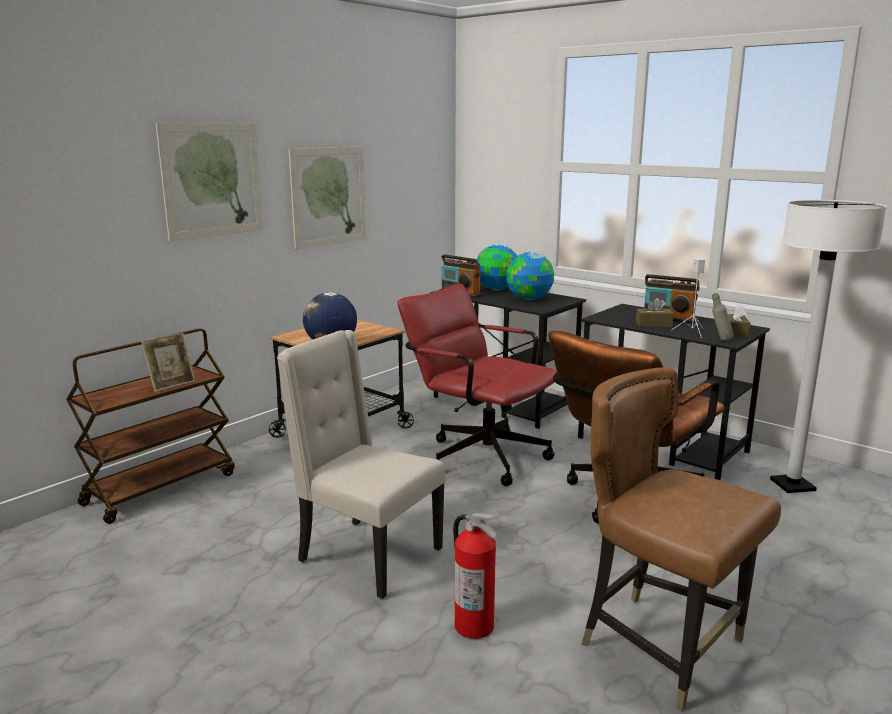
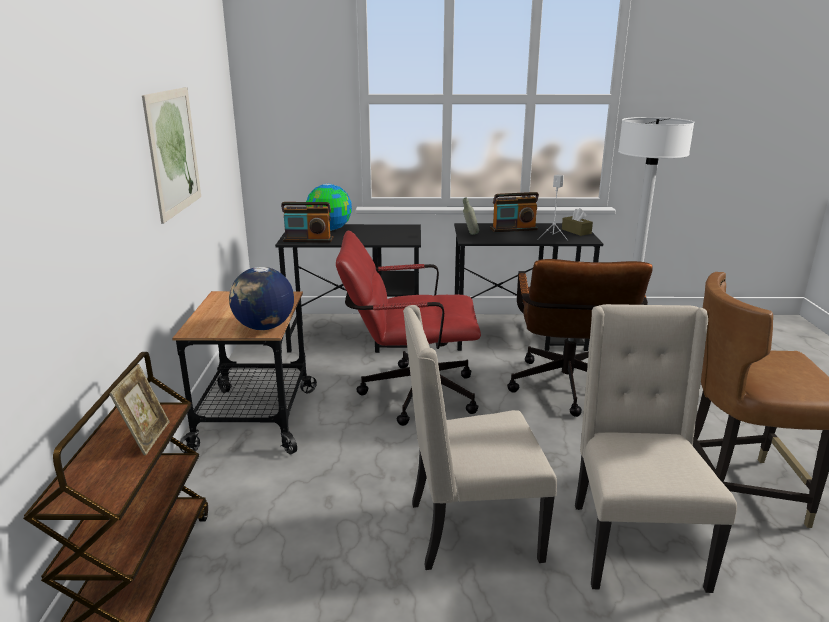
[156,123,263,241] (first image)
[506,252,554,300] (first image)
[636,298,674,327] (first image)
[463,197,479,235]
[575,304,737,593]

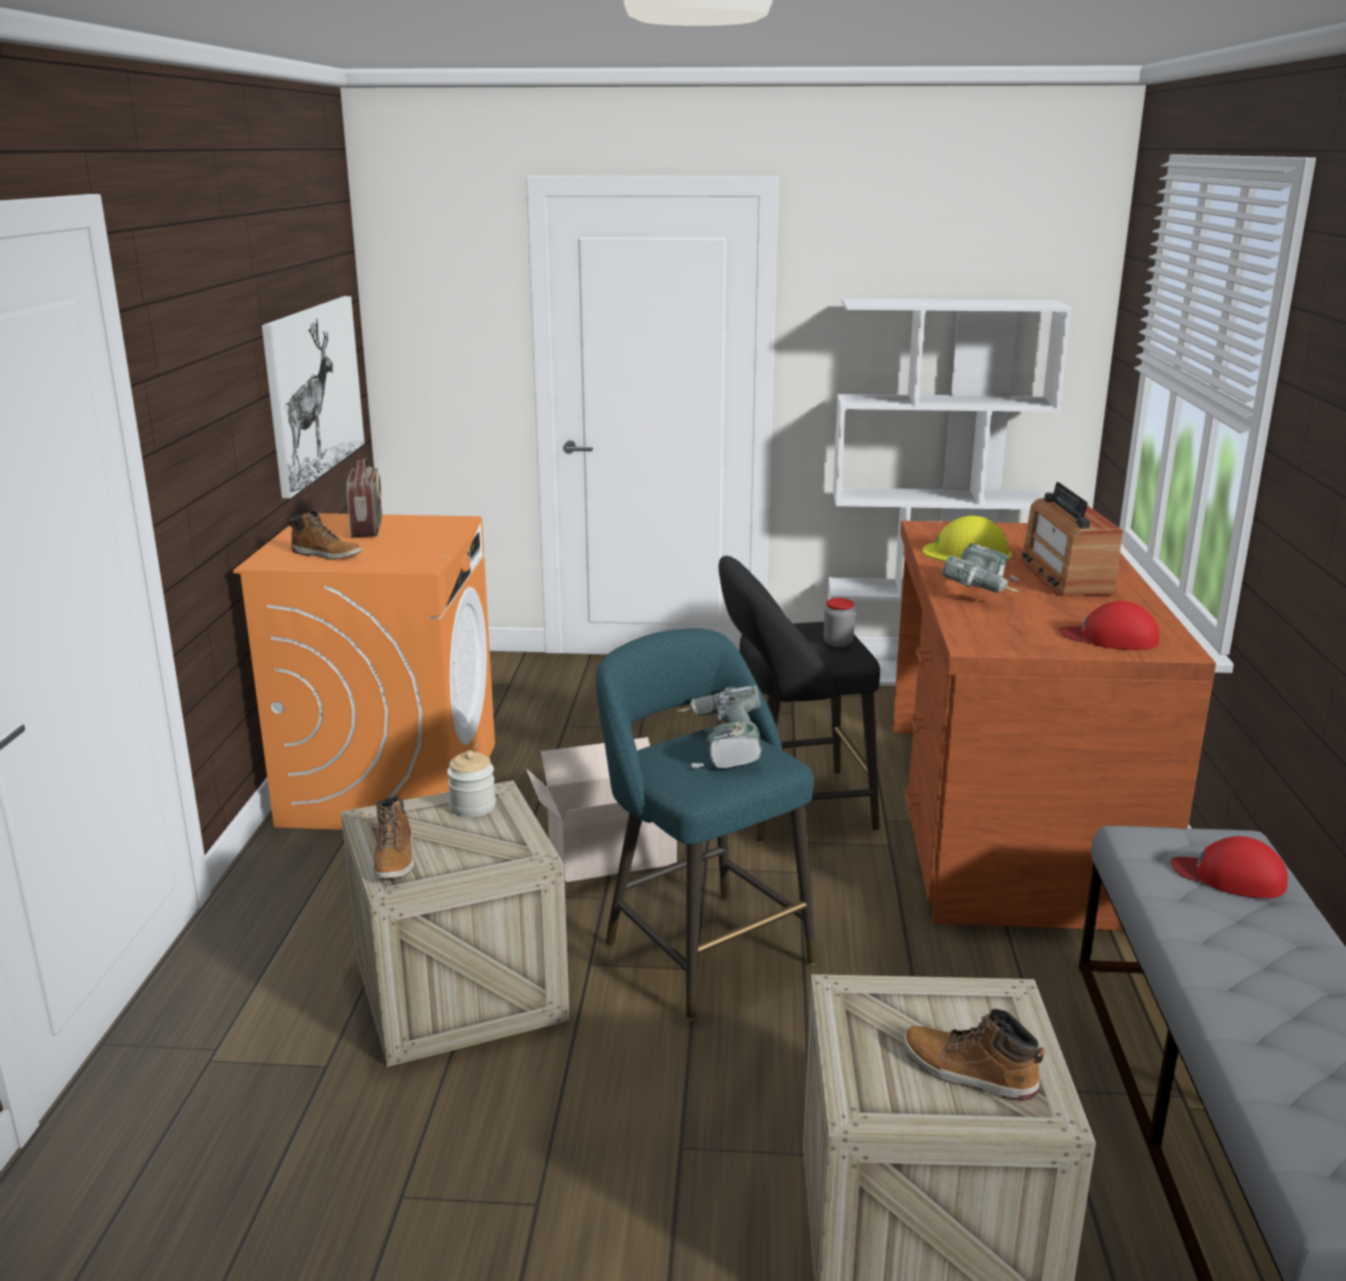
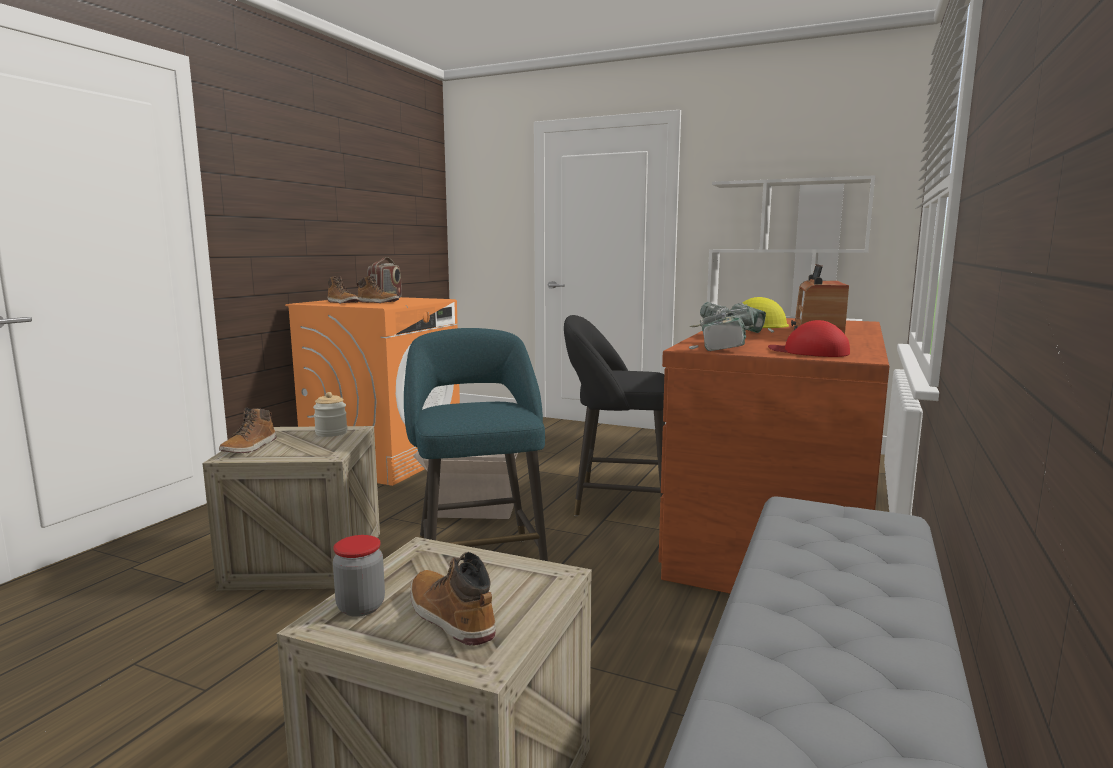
[262,296,365,498] (first image)
[1170,836,1288,898] (first image)
[357,276,399,303]
[689,307,754,351]
[333,535,385,617]

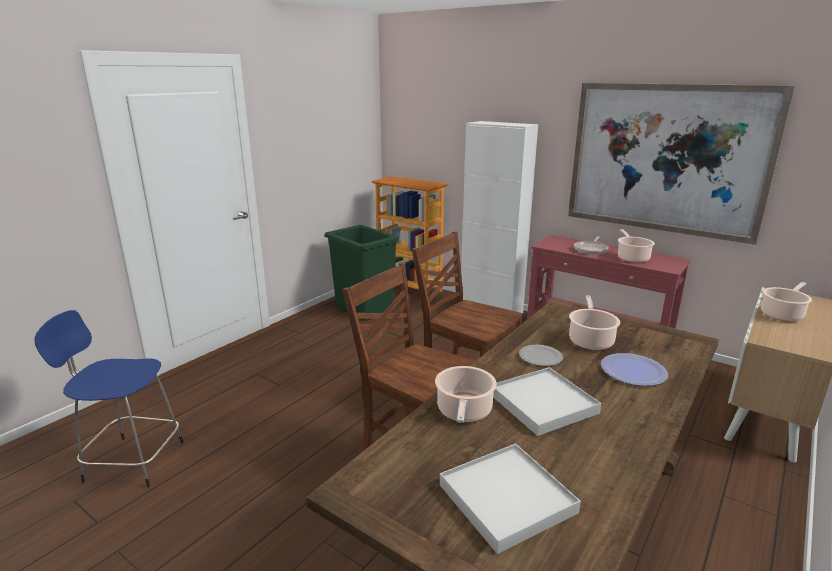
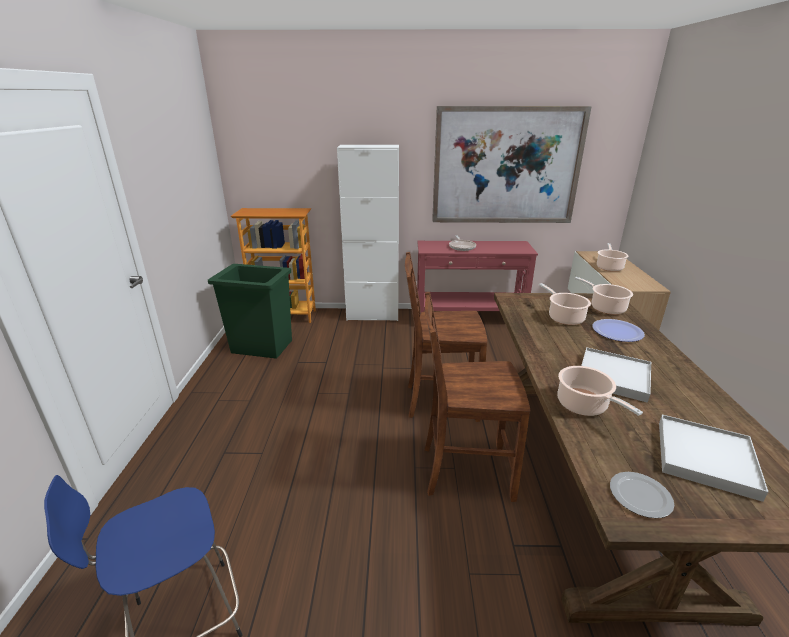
[610,472,674,518]
[575,277,633,315]

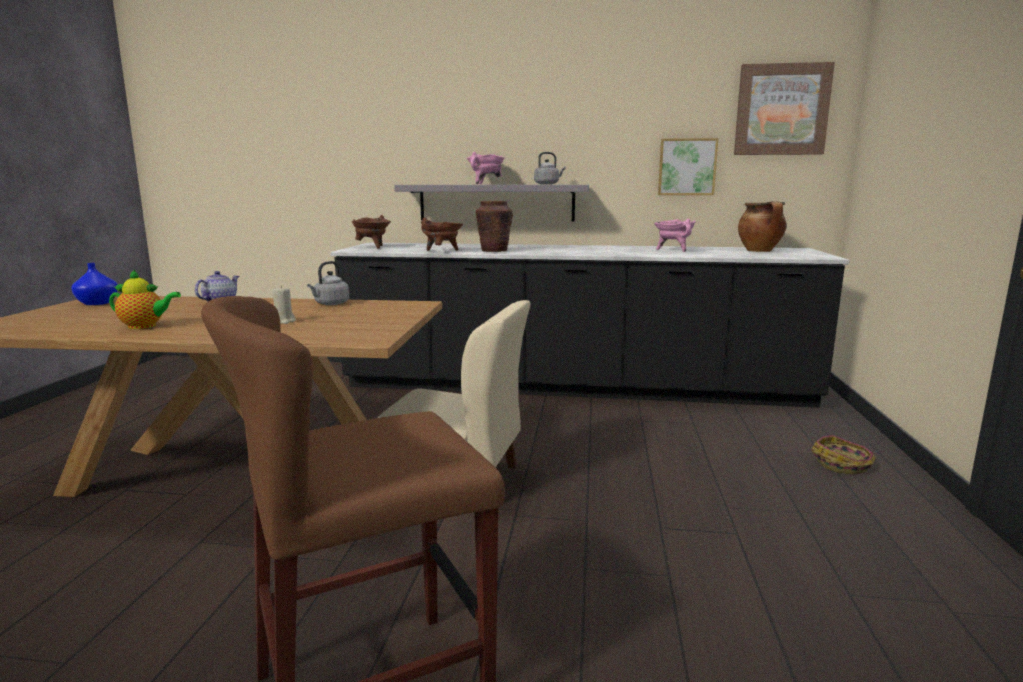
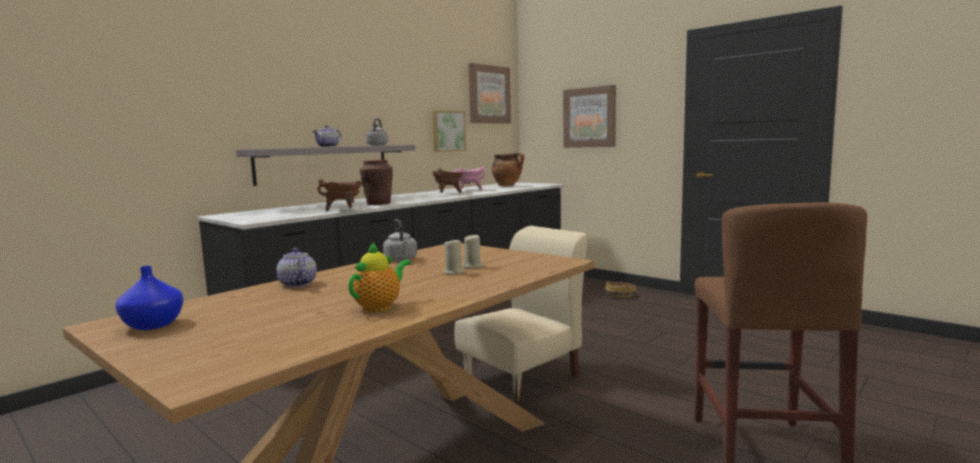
[463,235,484,268]
[563,85,616,148]
[432,168,463,193]
[313,125,342,147]

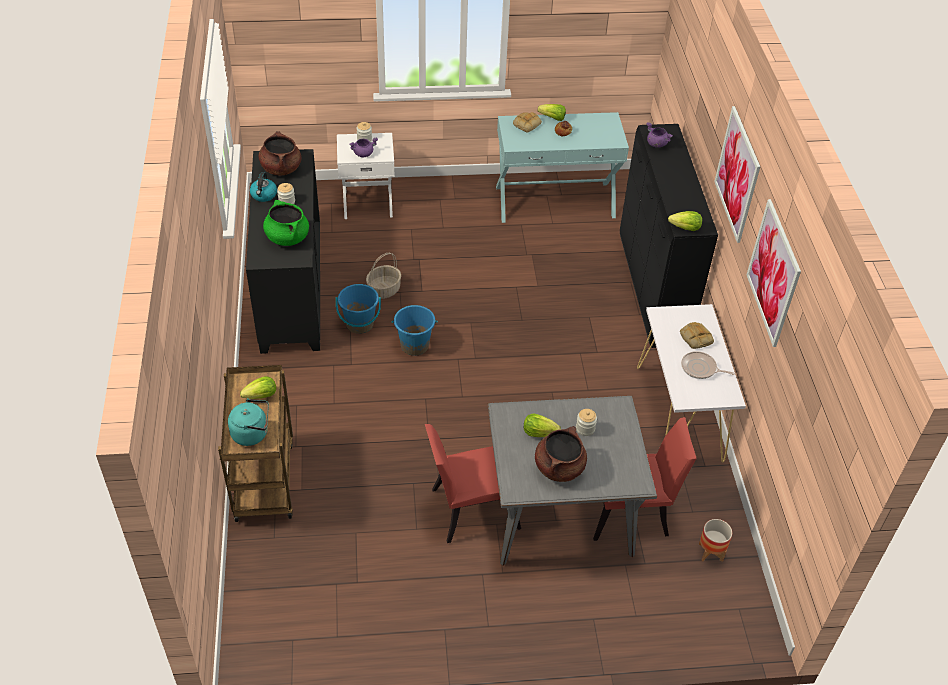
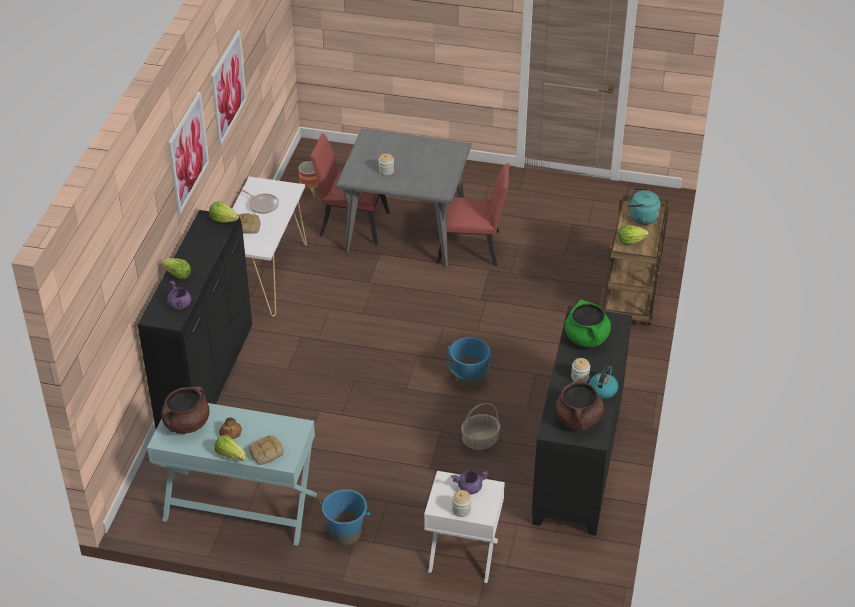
[320,489,370,545]
[161,258,191,279]
[161,387,209,434]

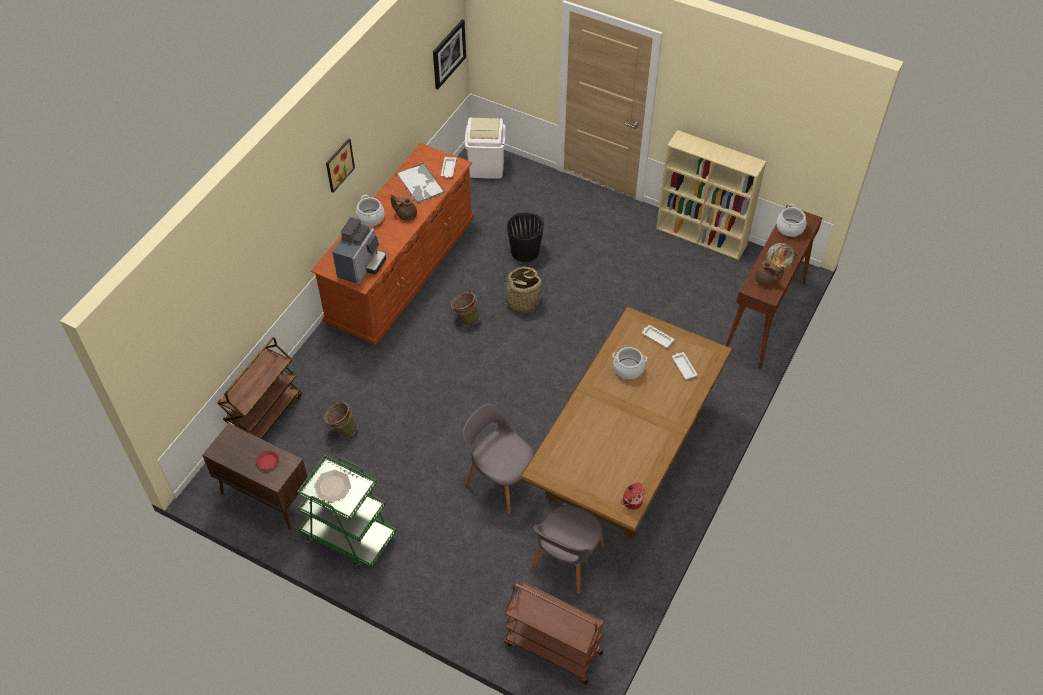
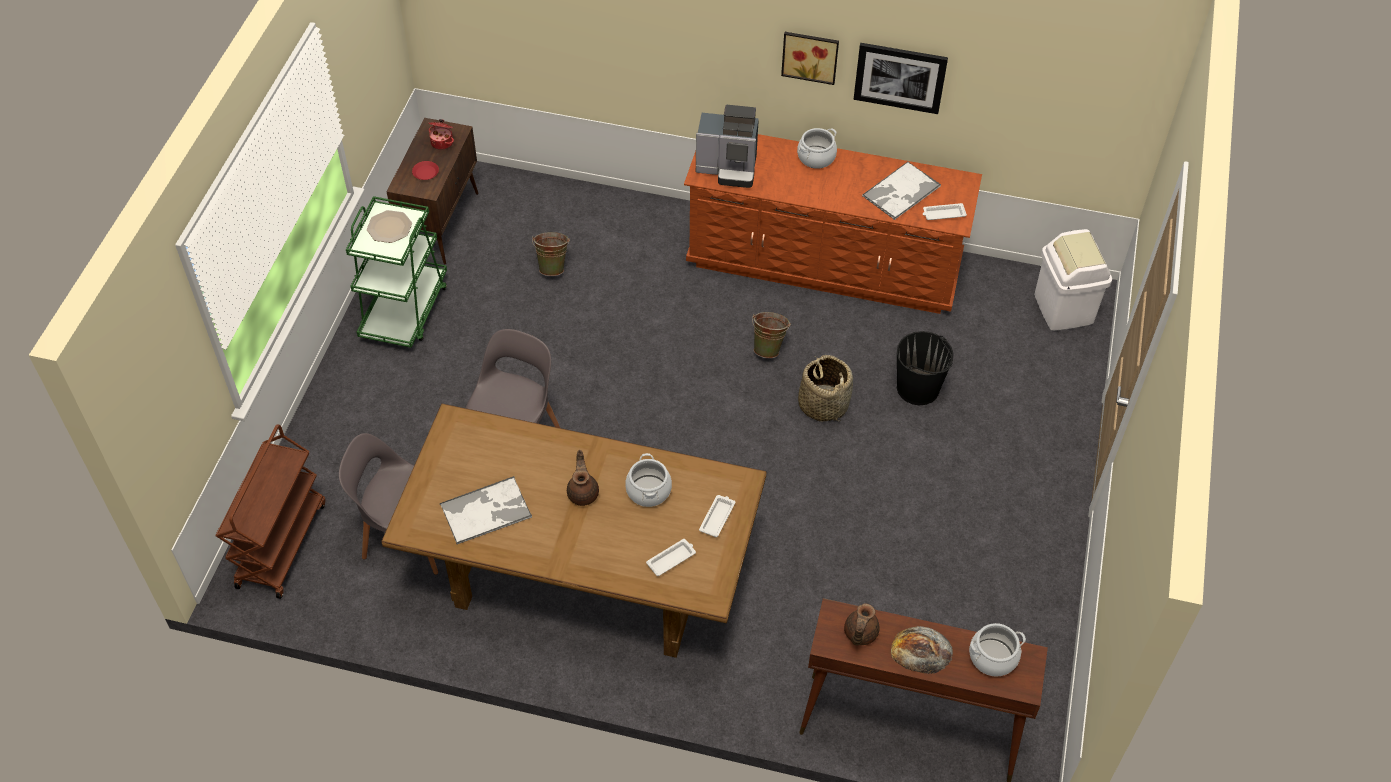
[217,337,302,439] (first image)
[656,130,766,260] (first image)
[440,476,532,544]
[567,450,599,506]
[854,43,948,114]
[428,119,454,150]

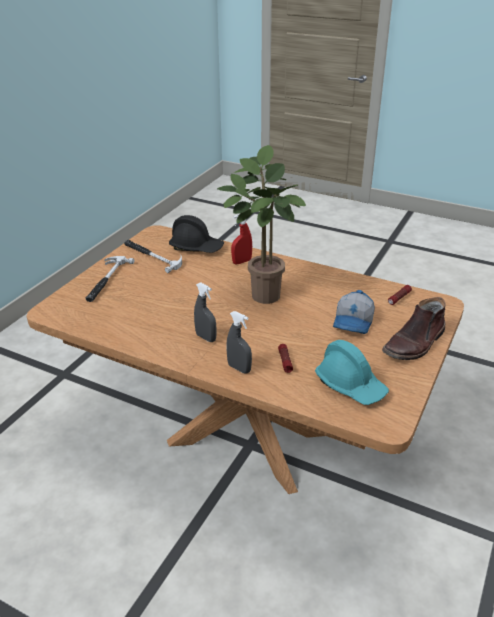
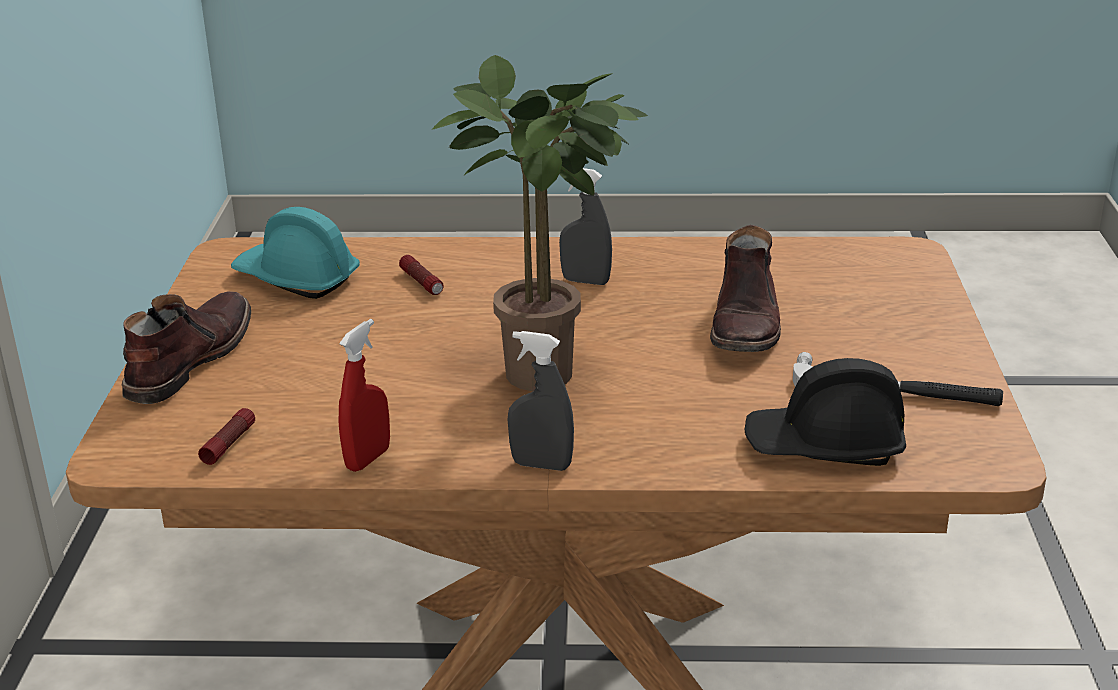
[86,256,134,302] (first image)
[333,290,375,334] (first image)
[710,225,781,352]
[508,331,574,471]
[339,319,390,472]

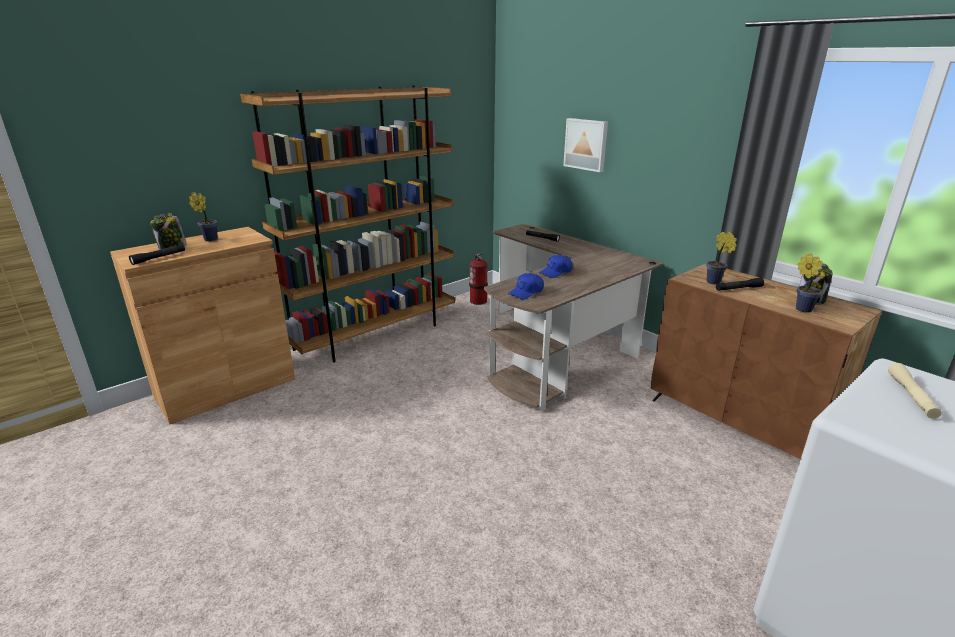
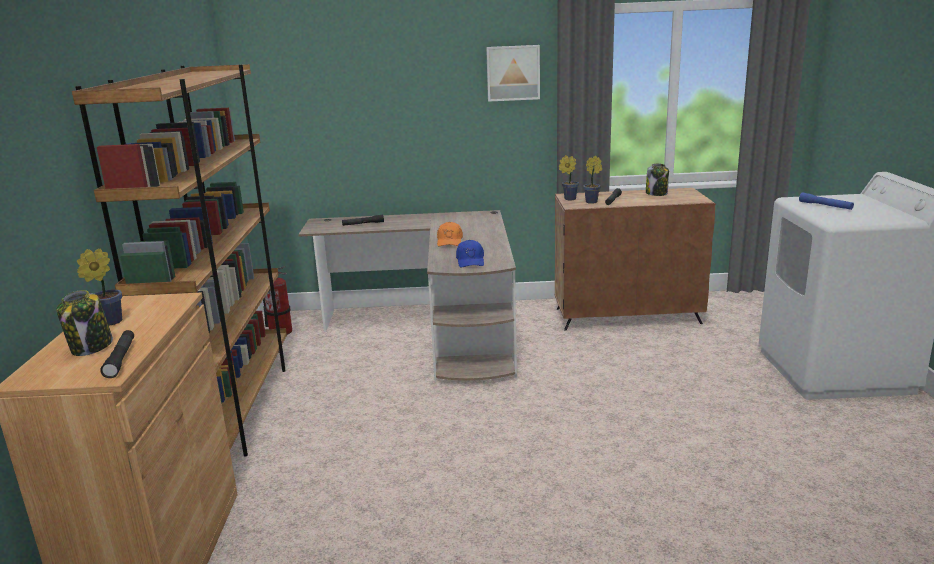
[486,45,540,102]
[559,155,579,200]
[437,222,463,246]
[799,192,854,210]

